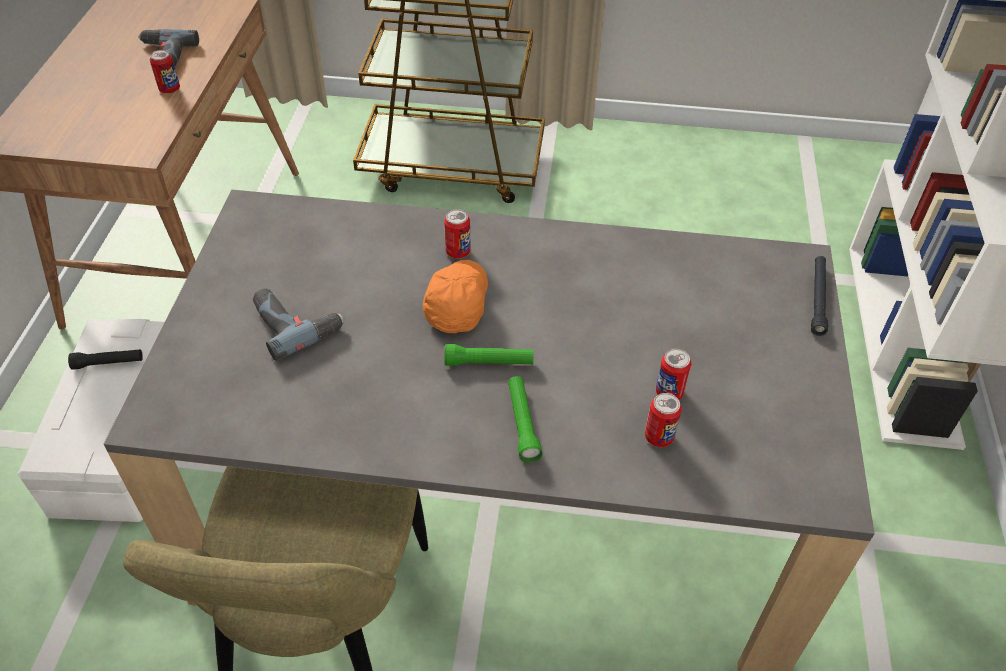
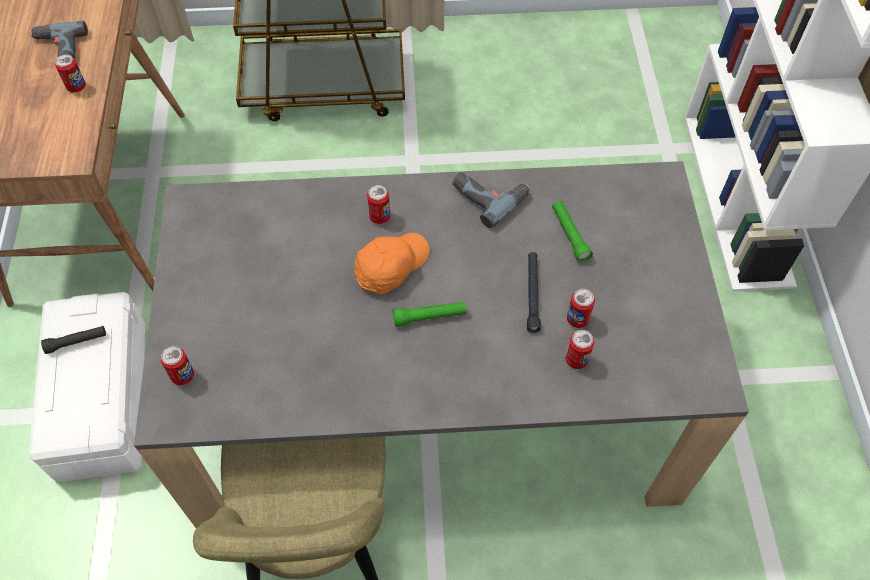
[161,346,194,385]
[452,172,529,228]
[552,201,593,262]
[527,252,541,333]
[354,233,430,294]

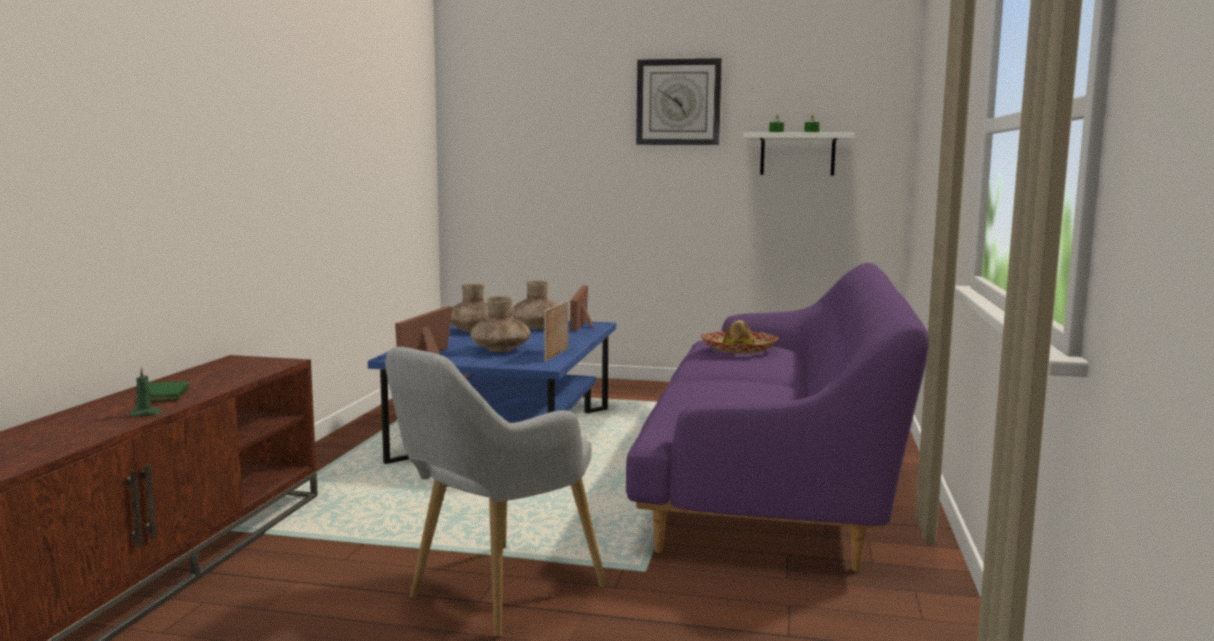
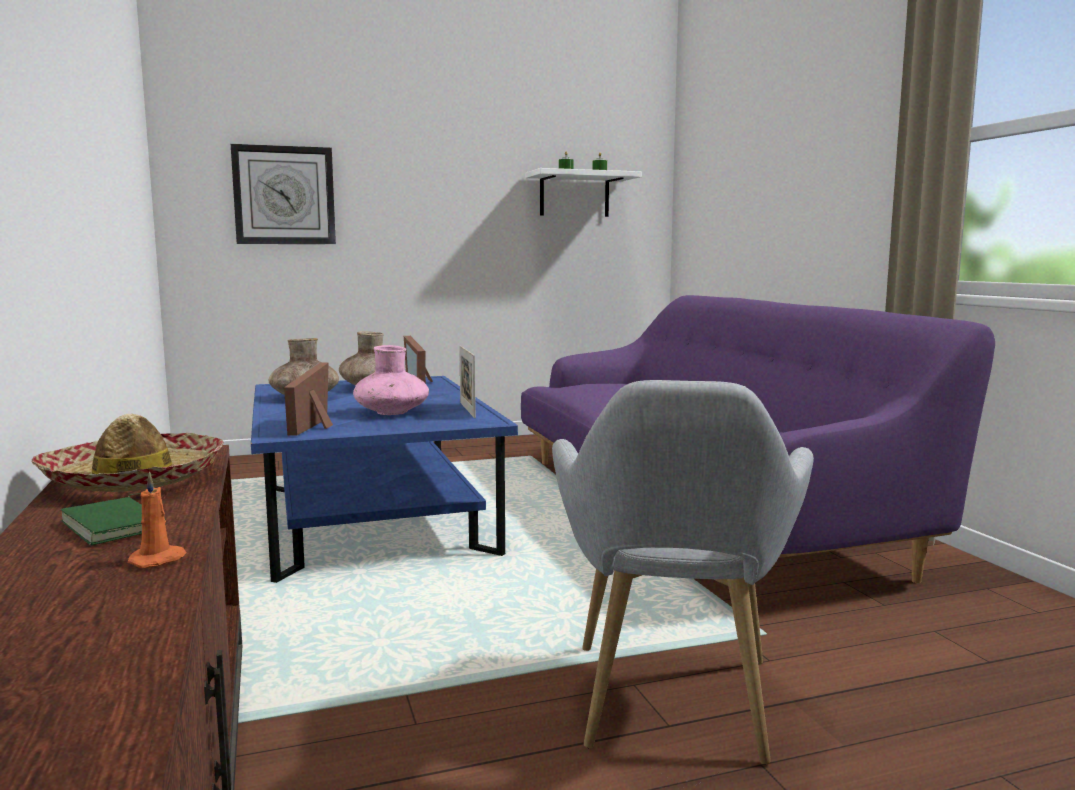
[231,144,336,244]
[32,414,224,492]
[127,472,187,568]
[353,345,429,415]

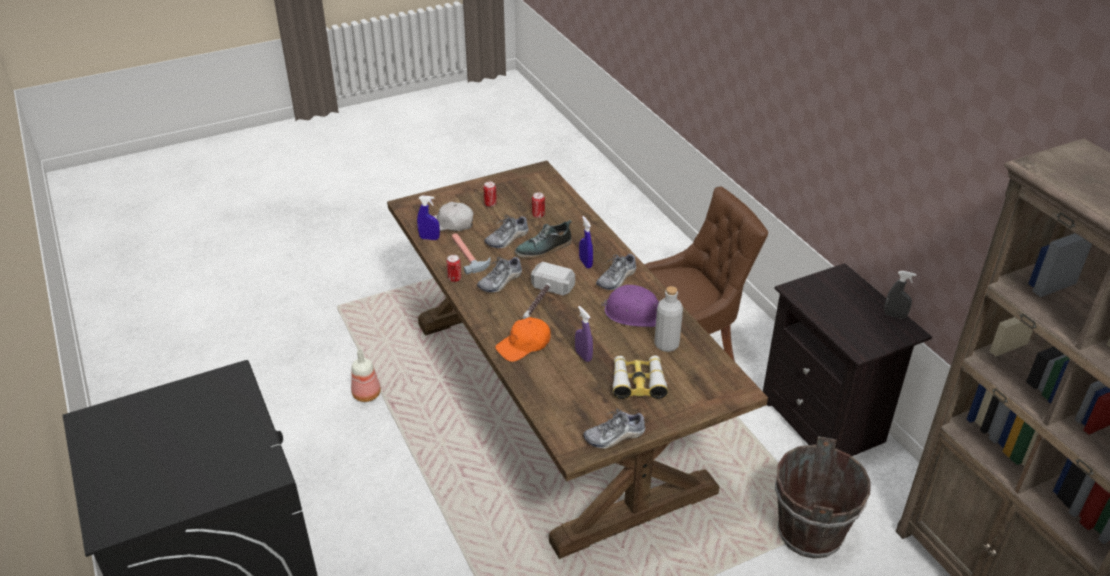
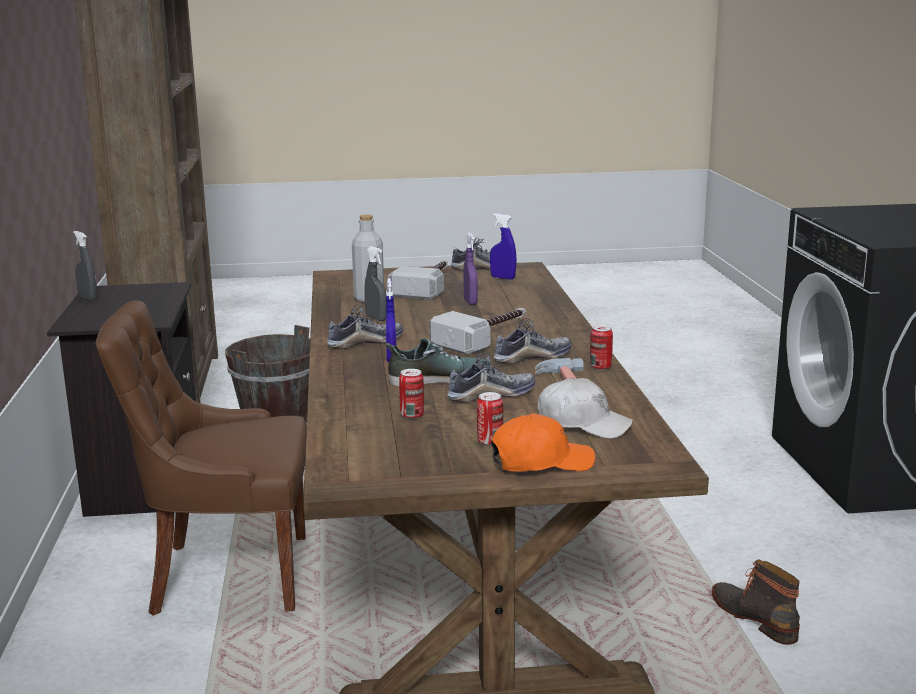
[490,213,517,280]
[491,413,595,472]
[712,560,800,645]
[364,246,386,321]
[388,260,448,299]

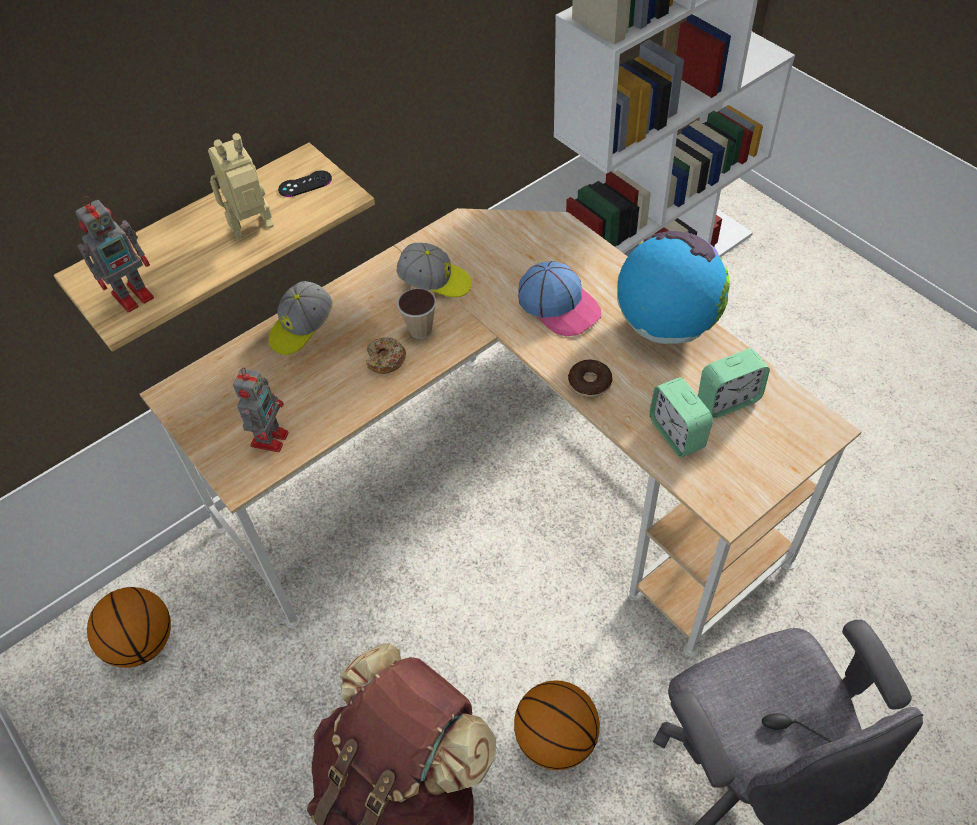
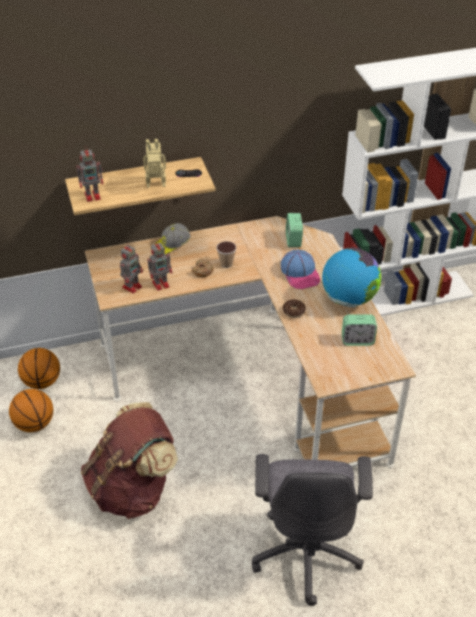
[396,243,472,297] (first image)
[147,241,172,291]
[9,389,53,432]
[286,213,303,247]

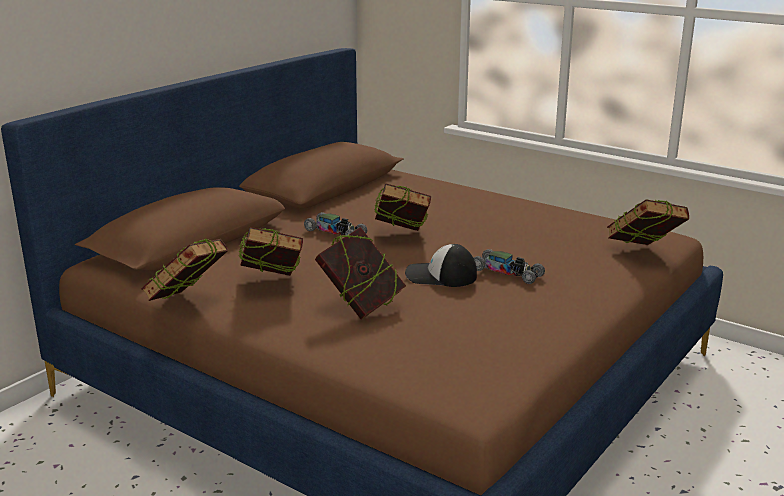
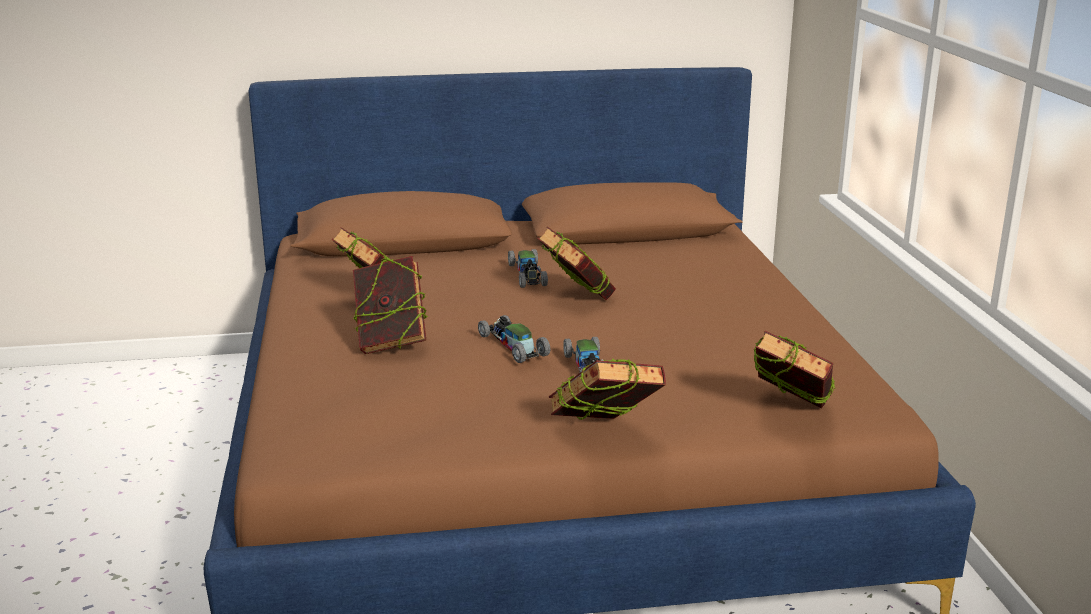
[549,359,666,420]
[478,315,550,363]

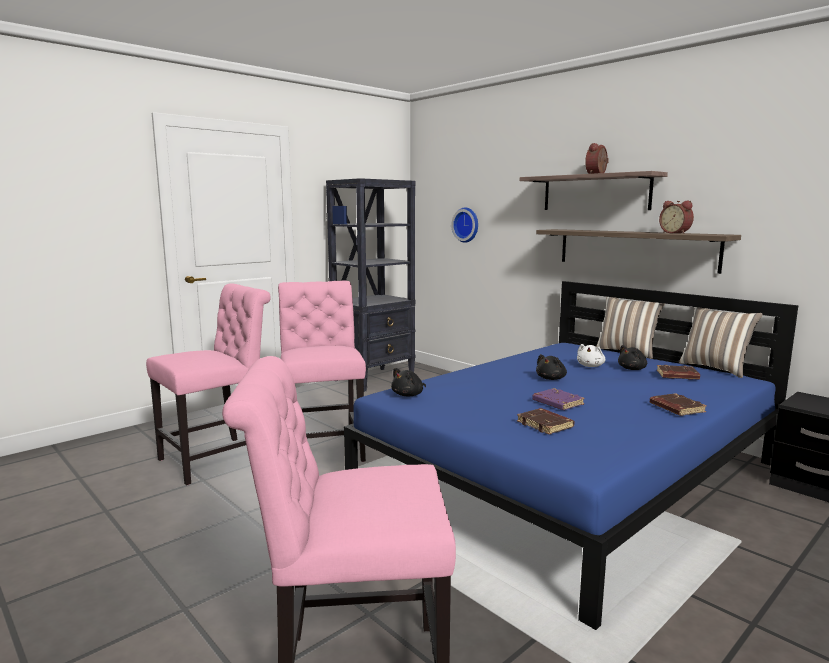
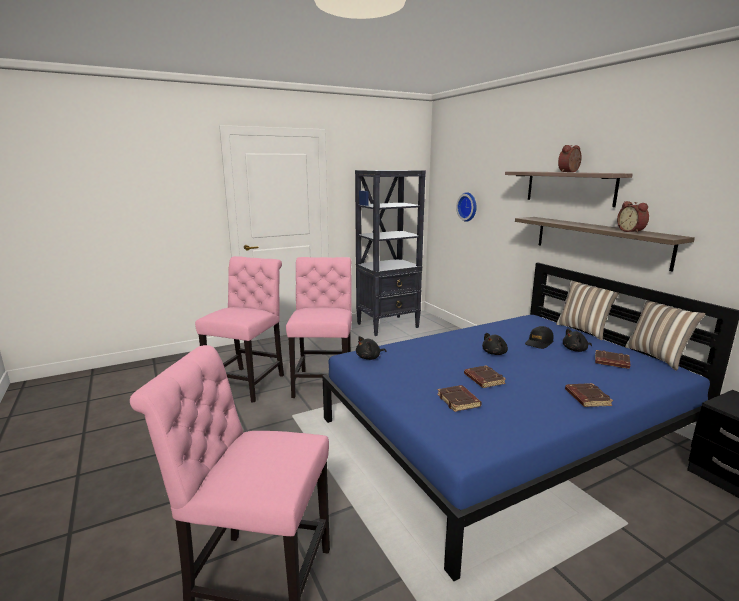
[525,326,554,349]
[464,365,506,388]
[195,256,284,403]

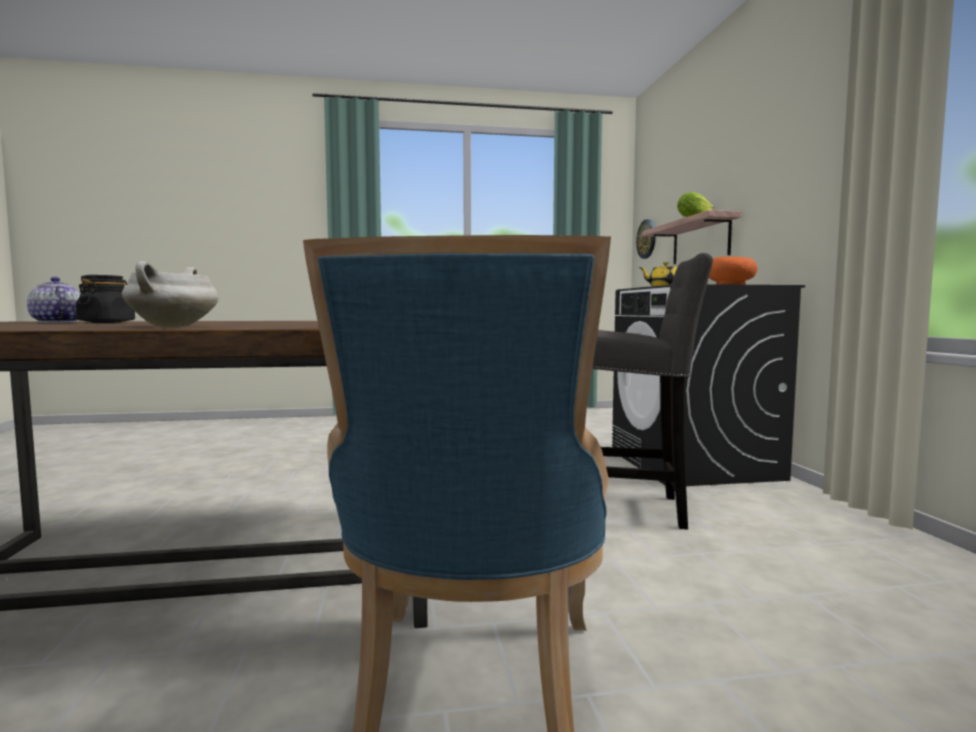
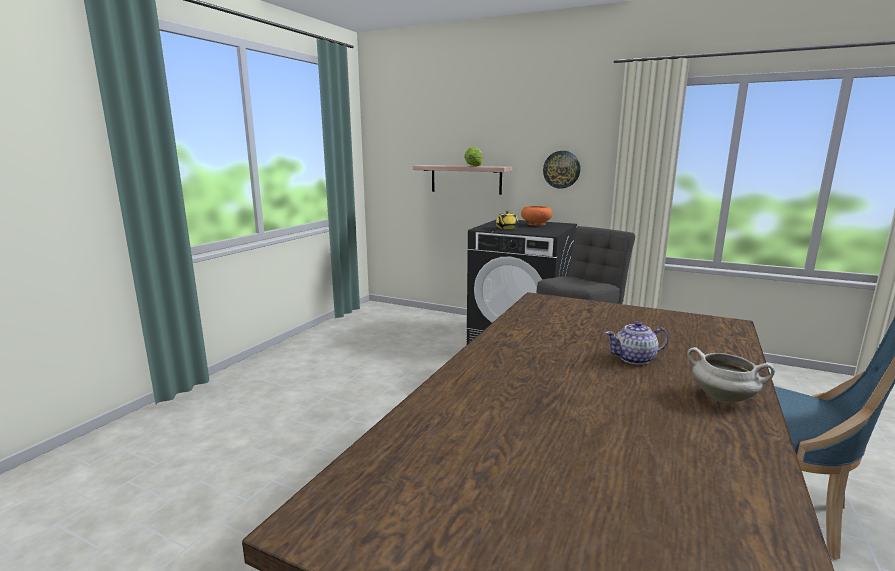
[76,275,135,323] (first image)
[605,321,668,365]
[543,151,581,189]

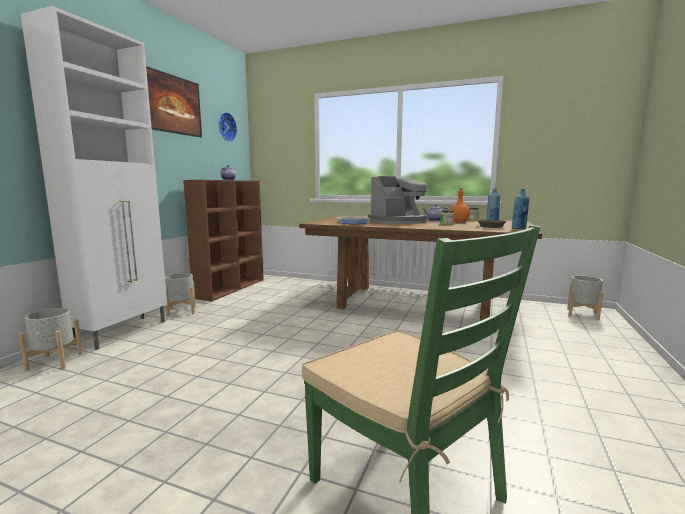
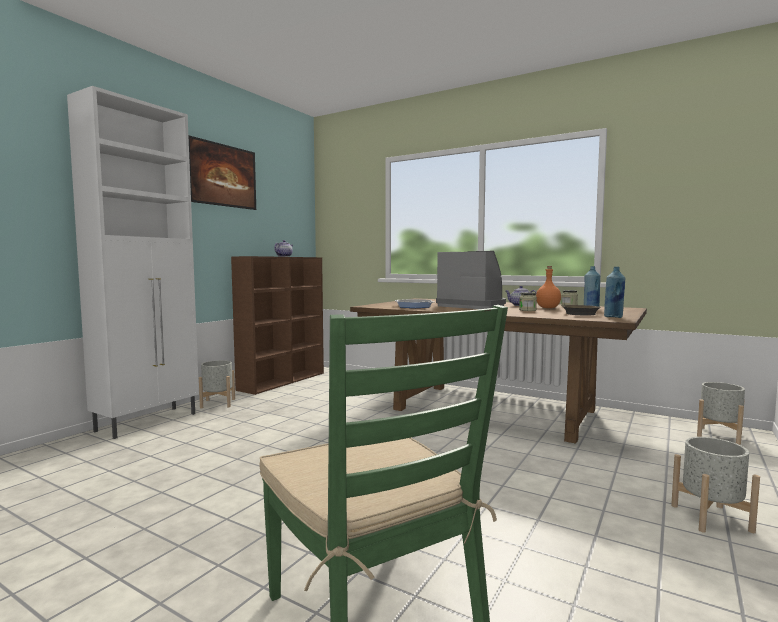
[219,112,237,142] (first image)
[671,437,760,533]
[436,251,506,309]

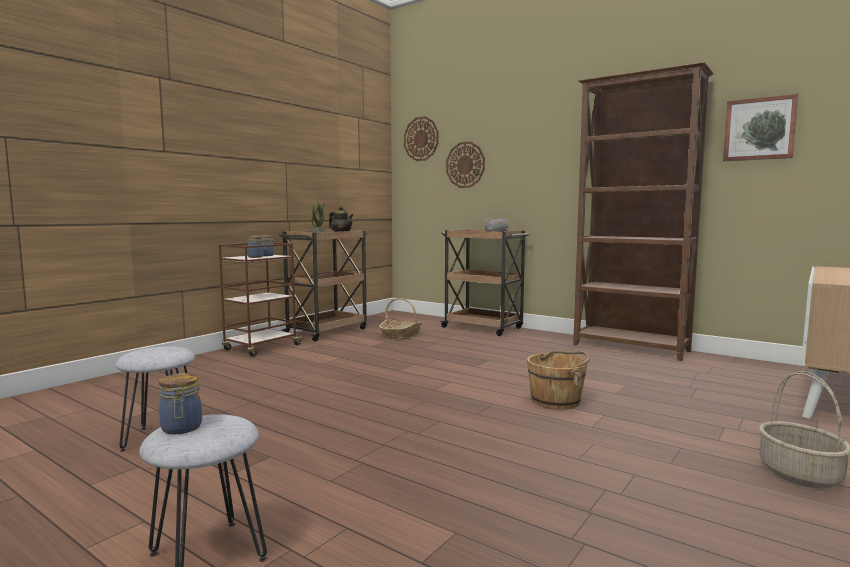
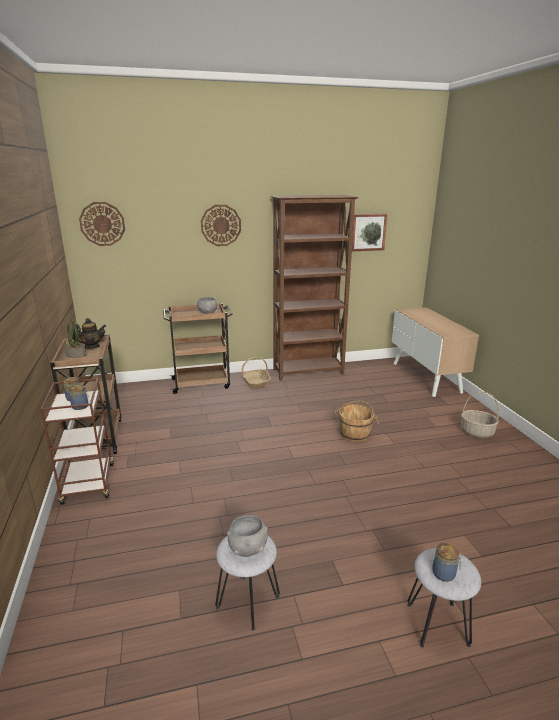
[227,515,268,557]
[242,357,271,389]
[201,205,241,246]

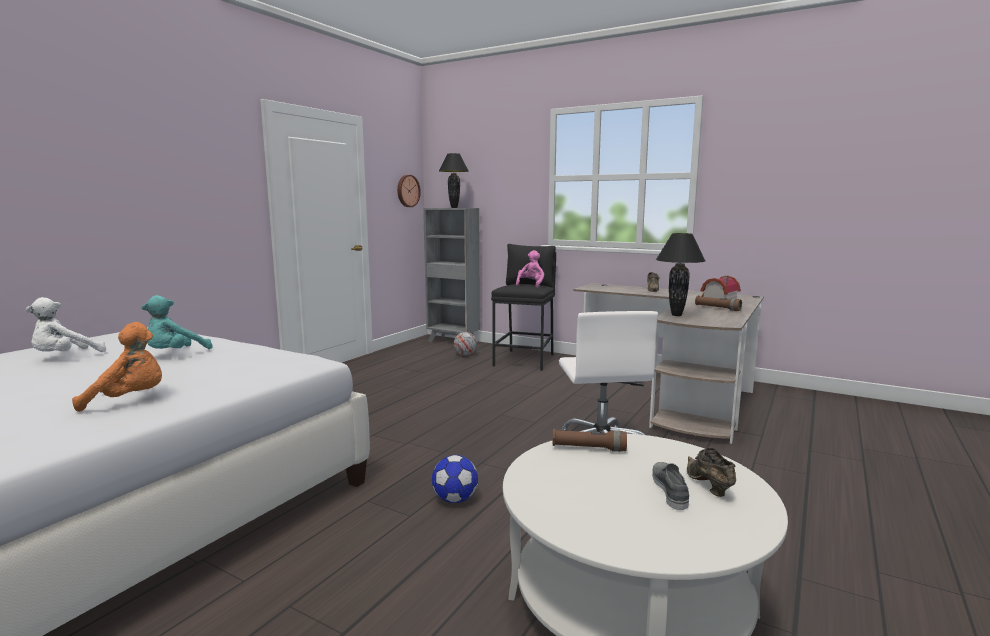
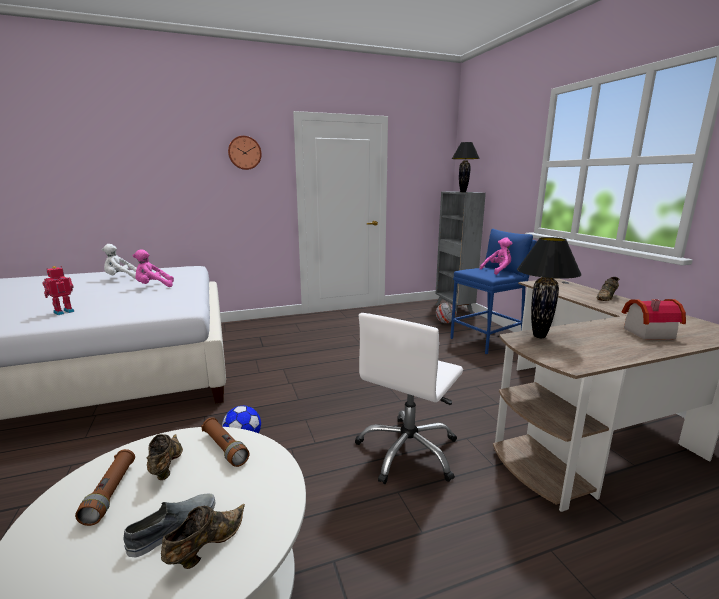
[147,434,183,480]
[228,136,262,170]
[75,449,135,526]
[43,266,75,315]
[133,249,174,287]
[450,229,537,354]

